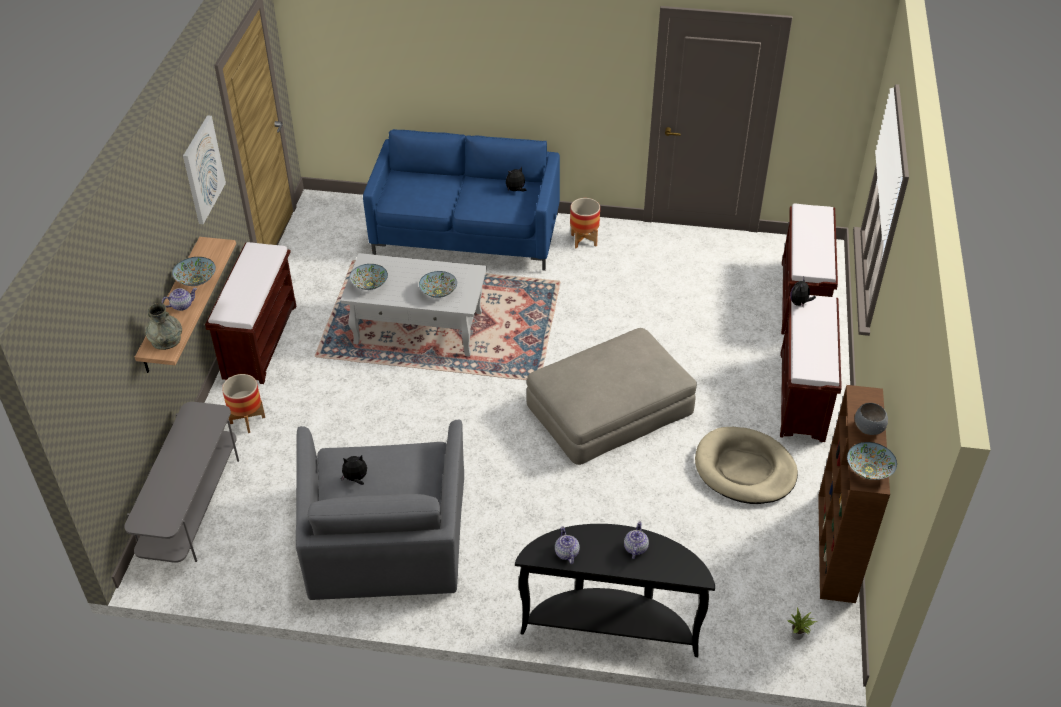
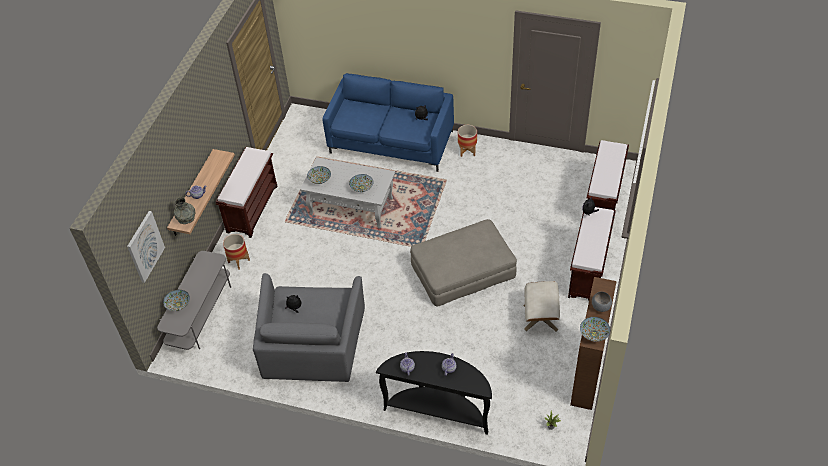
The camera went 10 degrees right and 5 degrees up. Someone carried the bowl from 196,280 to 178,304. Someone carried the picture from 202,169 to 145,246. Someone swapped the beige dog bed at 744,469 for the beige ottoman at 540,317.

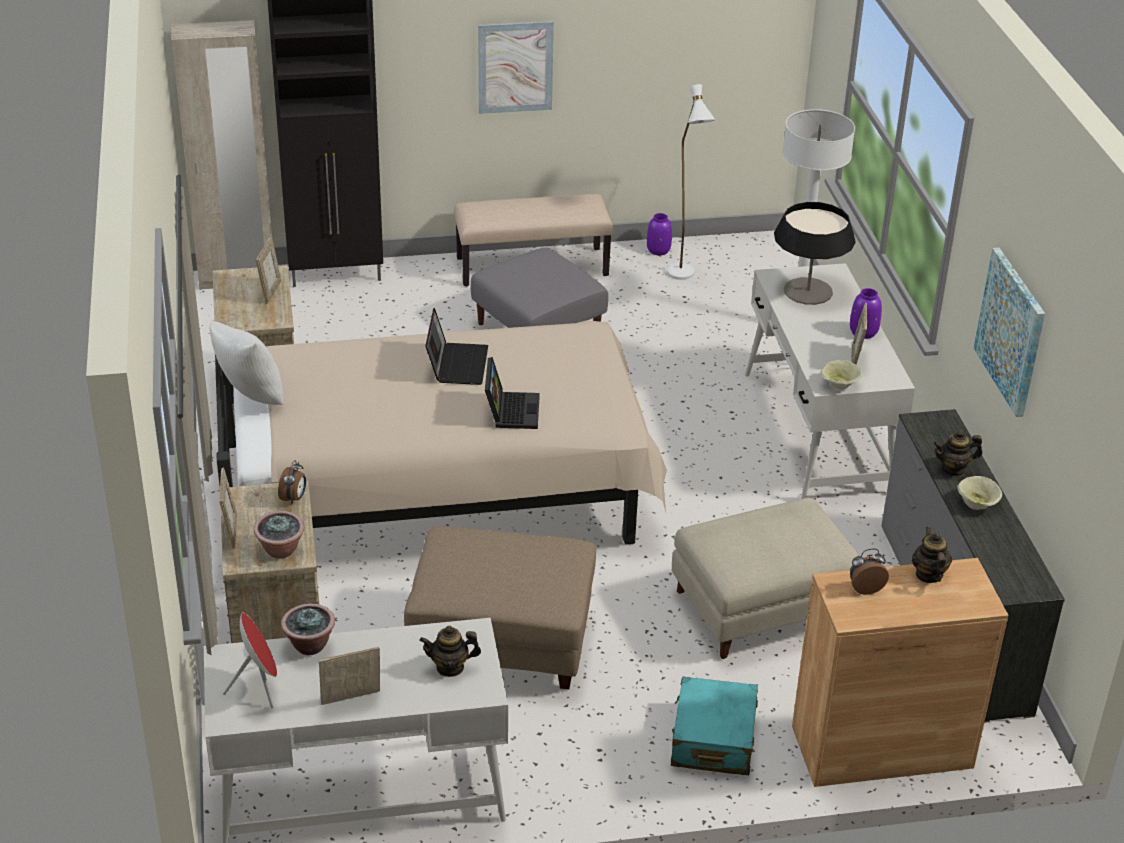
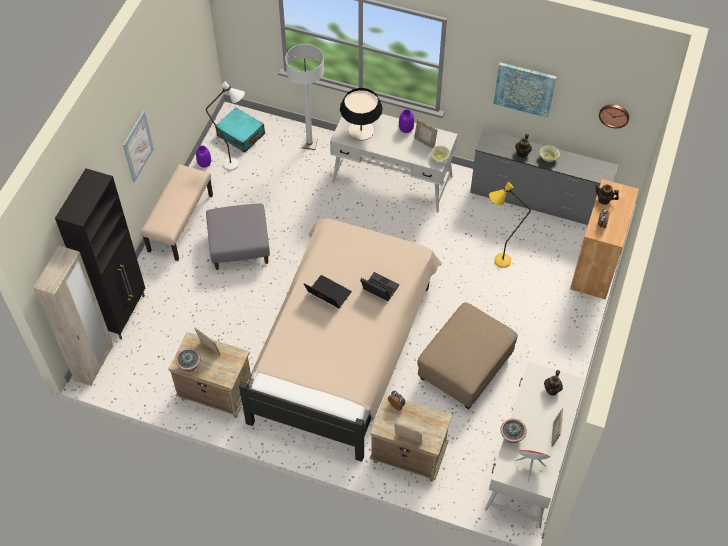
The camera went 60 degrees left and 20 degrees up. Someone took away the white pillow at 249,398. Someone put up the wall clock at 614,115. Someone carried the potted plant from 281,550 to 189,366. Someone carried the turquoise suitcase from 713,739 to 241,135. Someone swapped the beige ottoman at 761,609 for the yellow floor lamp at 496,263.

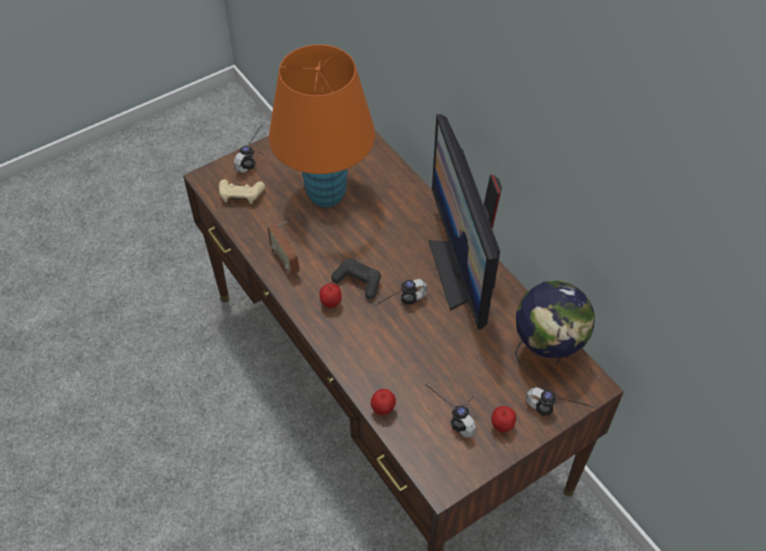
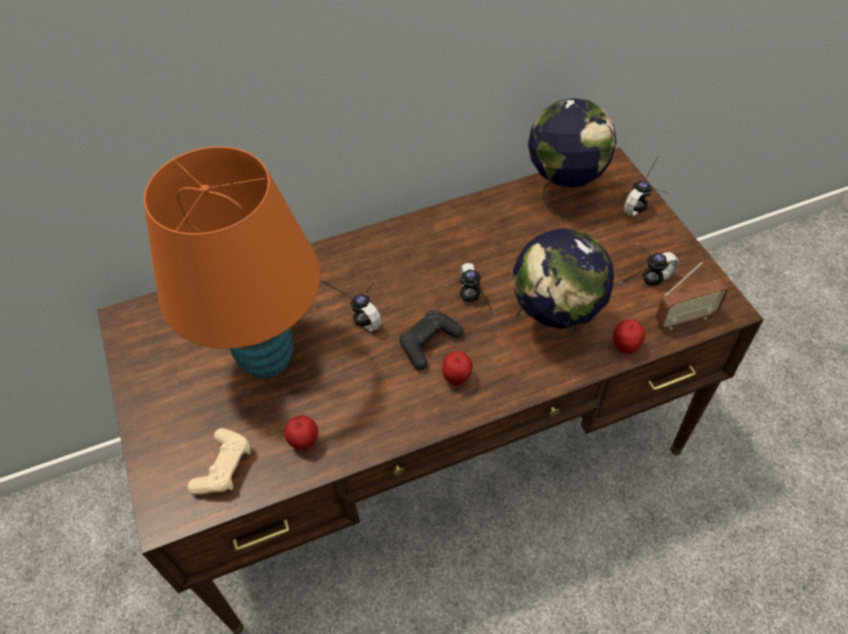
The camera went 75 degrees left and 0 degrees up. Someone took away the monitor at 460,271. Someone put down the globe at 555,324. Someone carried the headphones from 258,162 to 360,309. Someone carried the radio from 285,260 to 684,318. Someone carried the apple from 502,426 to 304,442.

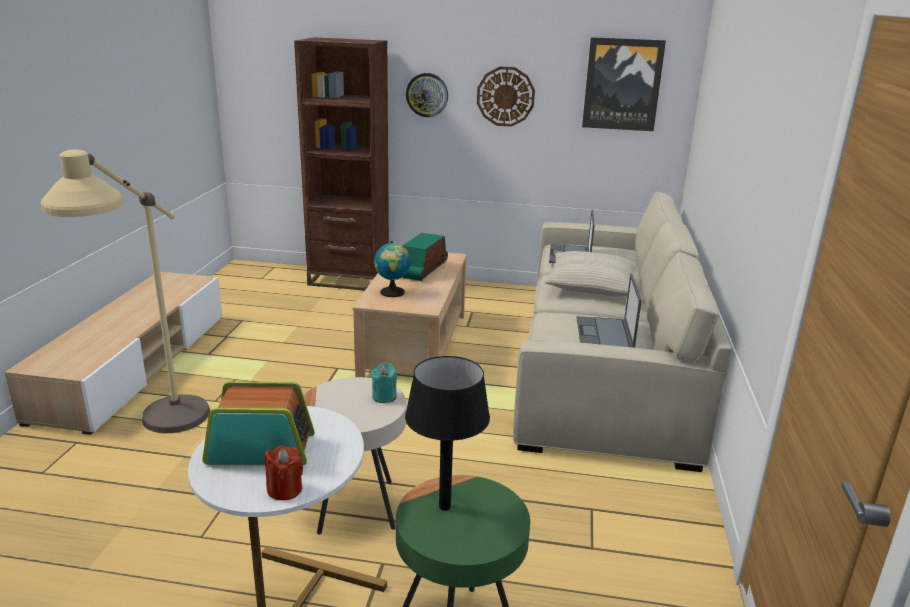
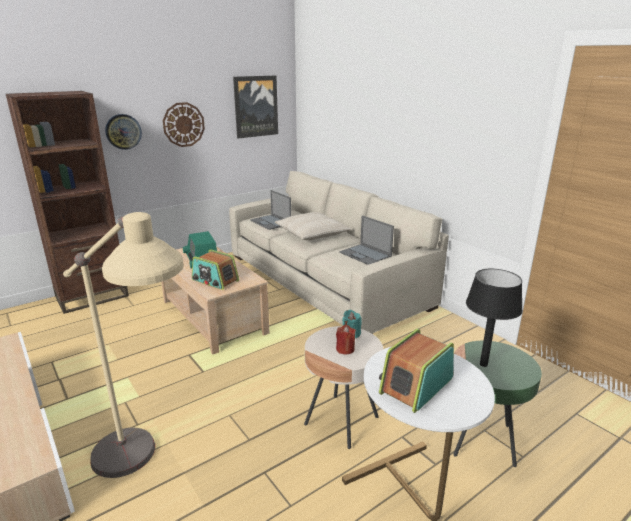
The camera went 45 degrees left and 0 degrees up. Someone carried the red candle from 284,489 to 345,349. Someone swapped the globe at 393,293 for the radio at 215,280.

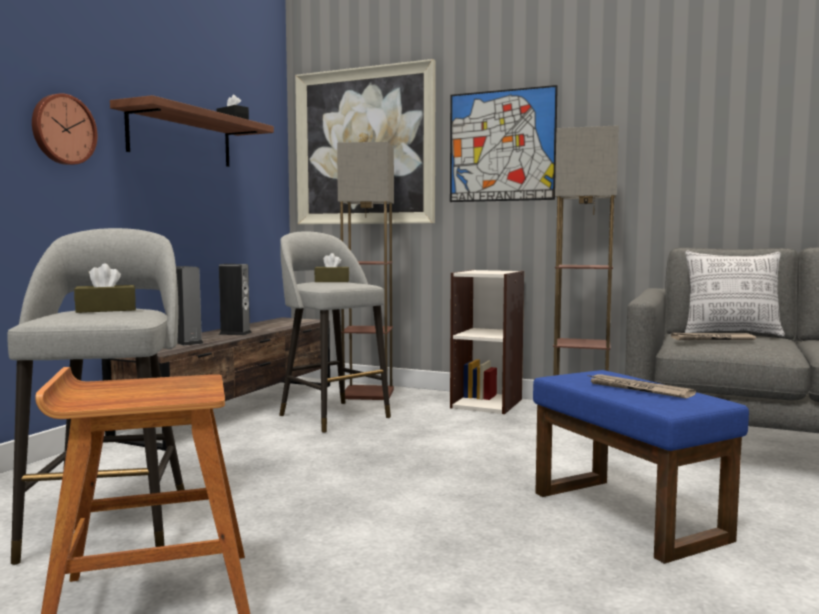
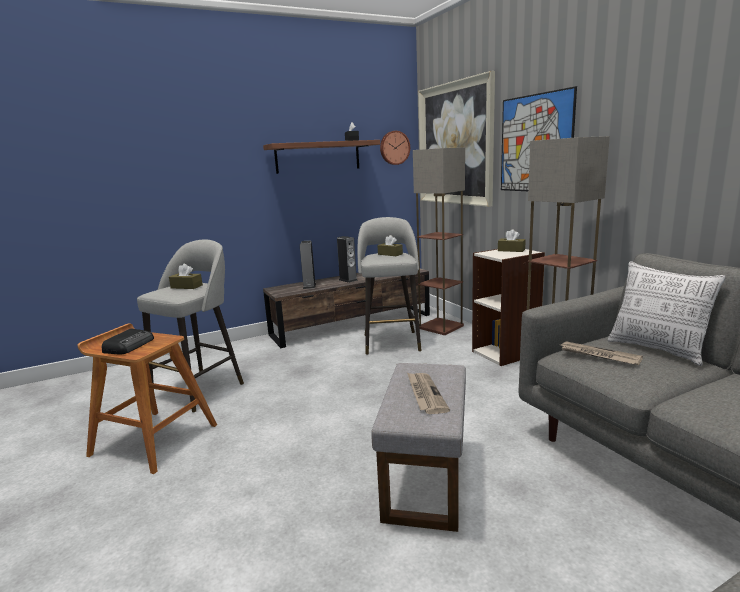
The camera went 40 degrees right and 10 degrees up. Someone put down the radio at 130,345. Someone put down the brown tissue box at 511,250. Someone carried the wall clock from 62,129 to 394,148. Someone repainted the blue ottoman at 630,516, which became the grey ottoman at 427,480.

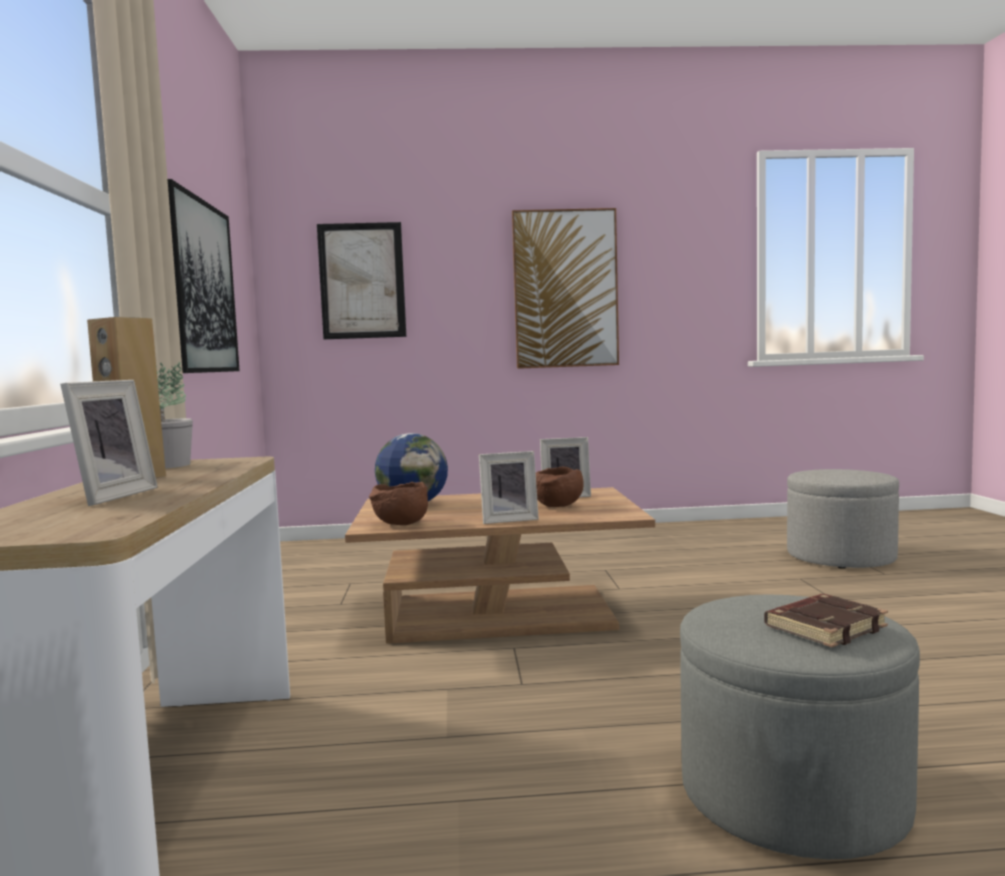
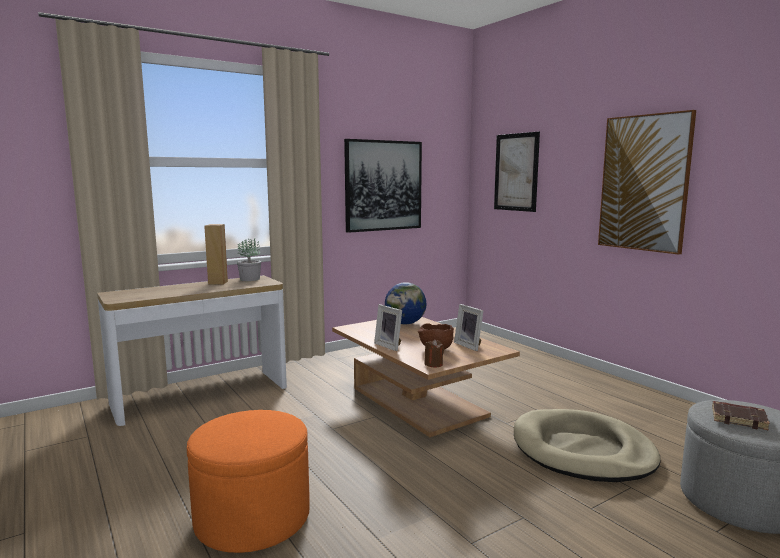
The camera went 60 degrees right and 5 degrees up. Someone took away the picture frame at 109,497. Someone took away the brown bowl at 400,524. Someone put down the brown candle at 433,364. Someone put down the beige dog bed at 582,451. Someone carried the brown book from 824,627 to 739,419. Someone repainted the grey ottoman at 792,796, which became the orange ottoman at 252,518.

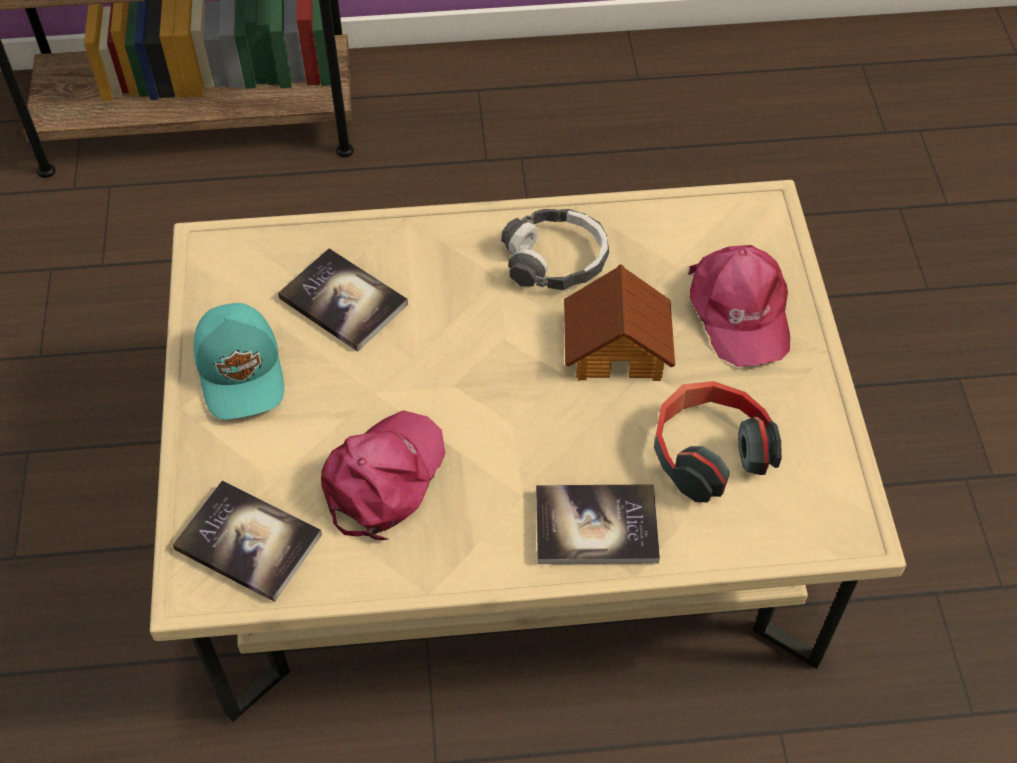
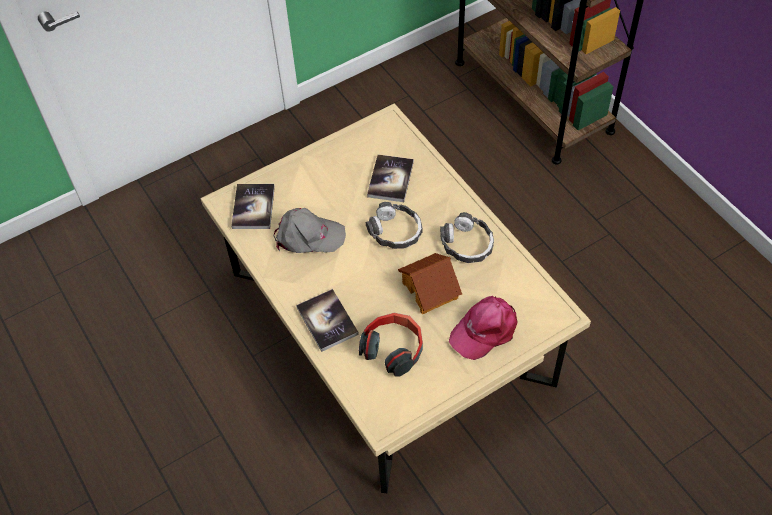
The camera went 65 degrees right and 0 degrees up. Someone took away the turquoise cap at 242,370. Someone put down the headphones at 395,231. Someone repainted the pink cap at 383,478, which became the grey cap at 308,236.

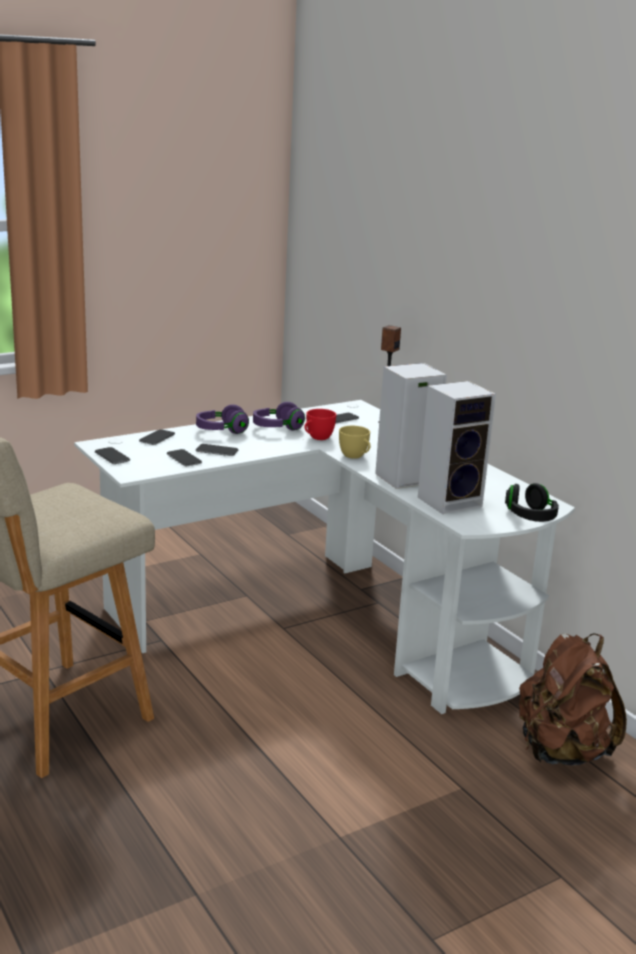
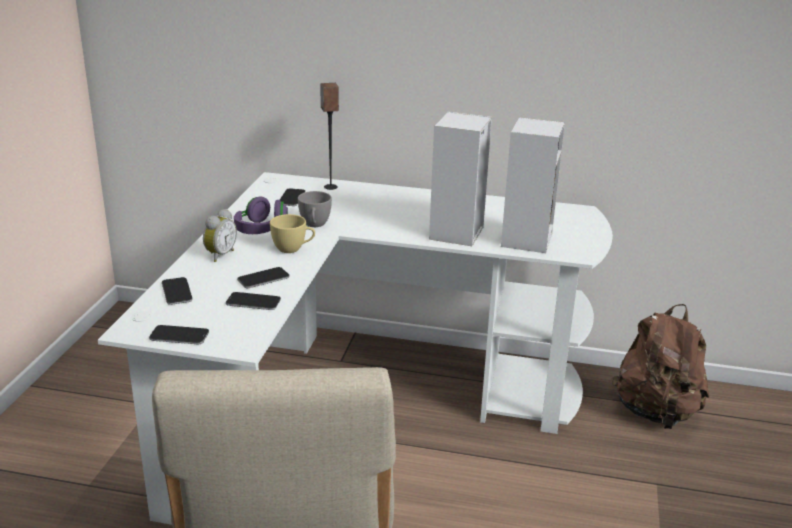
The camera went 45 degrees left and 5 degrees up. Someone took away the black headphones at 530,516. Someone carried the yellow cup from 355,456 to 293,249. Someone swapped the purple headphones at 221,431 for the alarm clock at 219,255. Someone repainted the red cup at 317,438, which became the grey cup at 314,225.

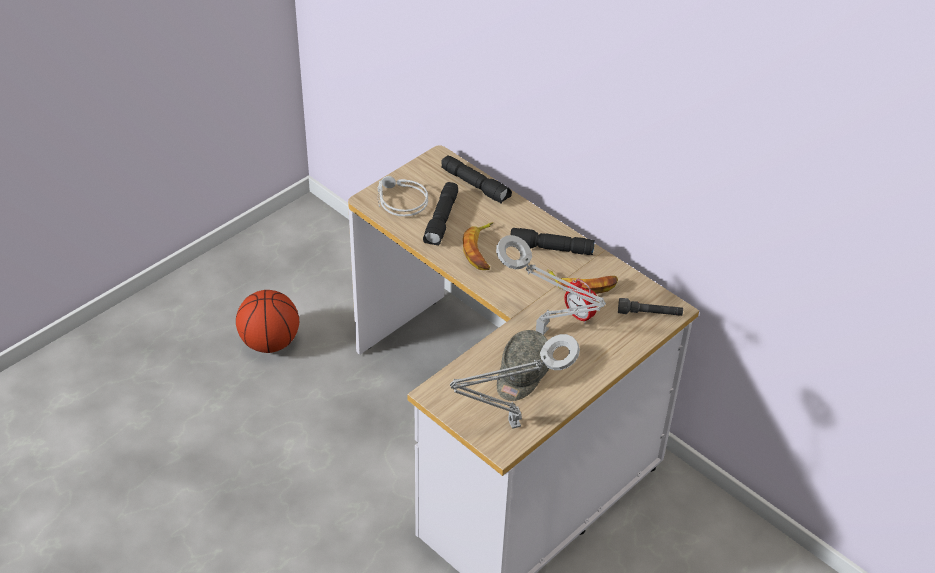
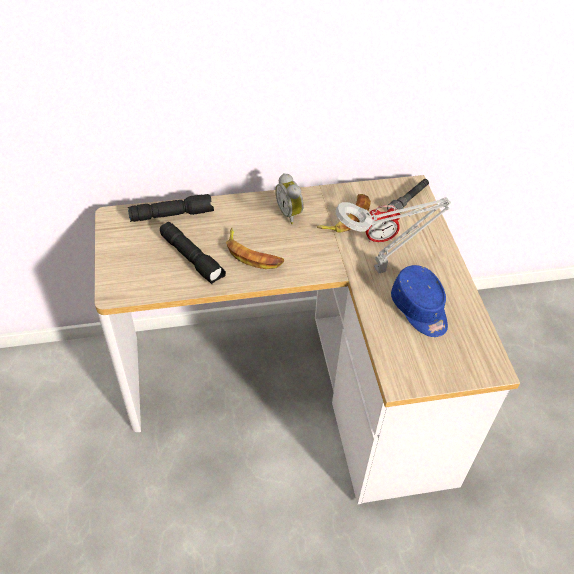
The camera went 55 degrees left and 5 degrees up. Someone took away the basketball at 269,343. Someone took away the grey headphones at 399,201. Someone took away the grey table lamp at 510,425. Someone swapped the black flashlight at 550,249 for the alarm clock at 290,213. Someone repainted the grey cap at 521,375, which became the blue cap at 420,310.

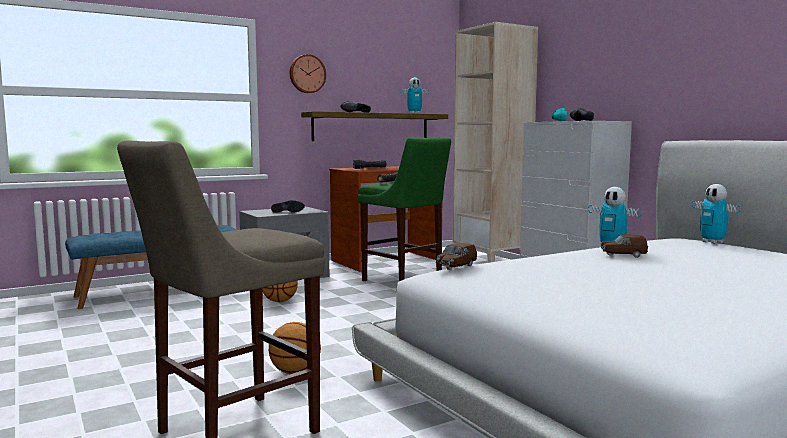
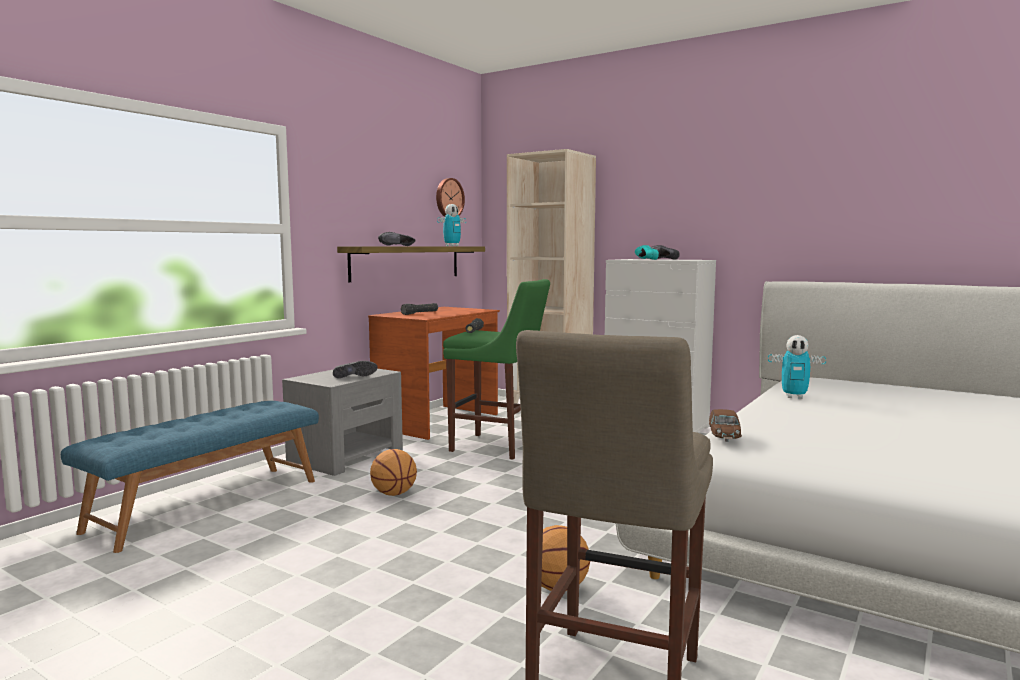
The camera went 25 degrees left and 0 degrees up. Someone took away the brown toy car at 623,255. Someone took away the toy robot at 712,242. Someone carried the wall clock from 307,74 to 448,198.

